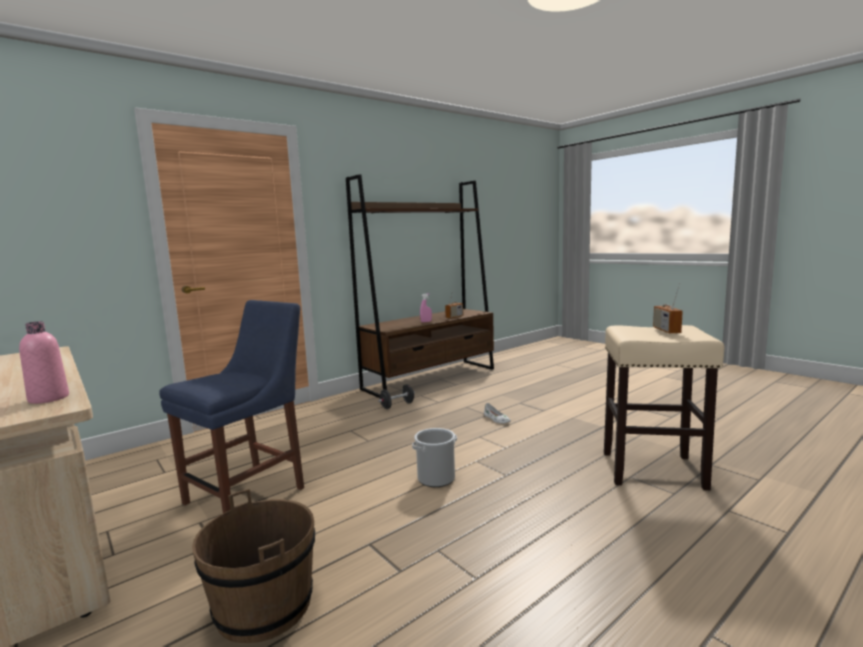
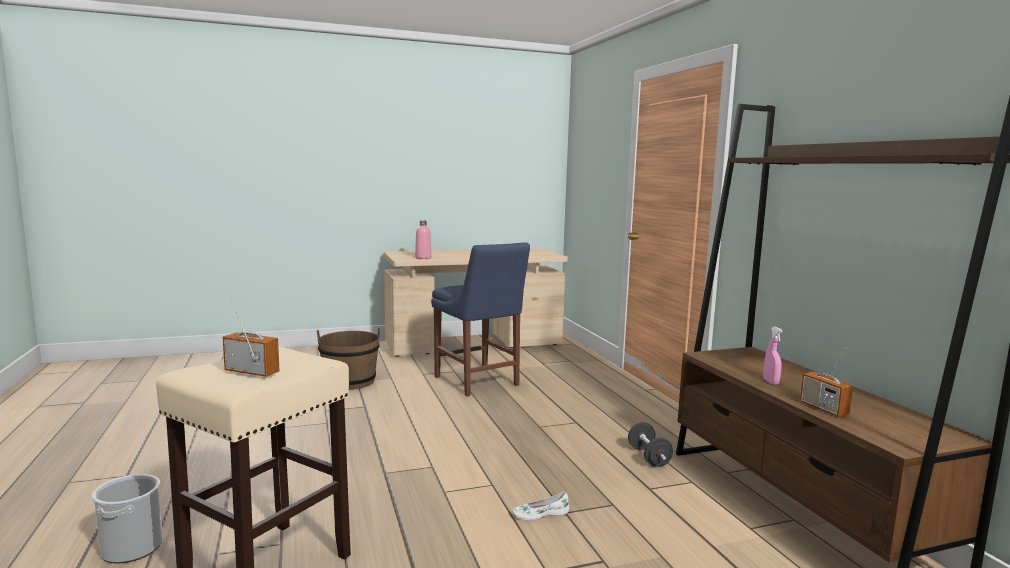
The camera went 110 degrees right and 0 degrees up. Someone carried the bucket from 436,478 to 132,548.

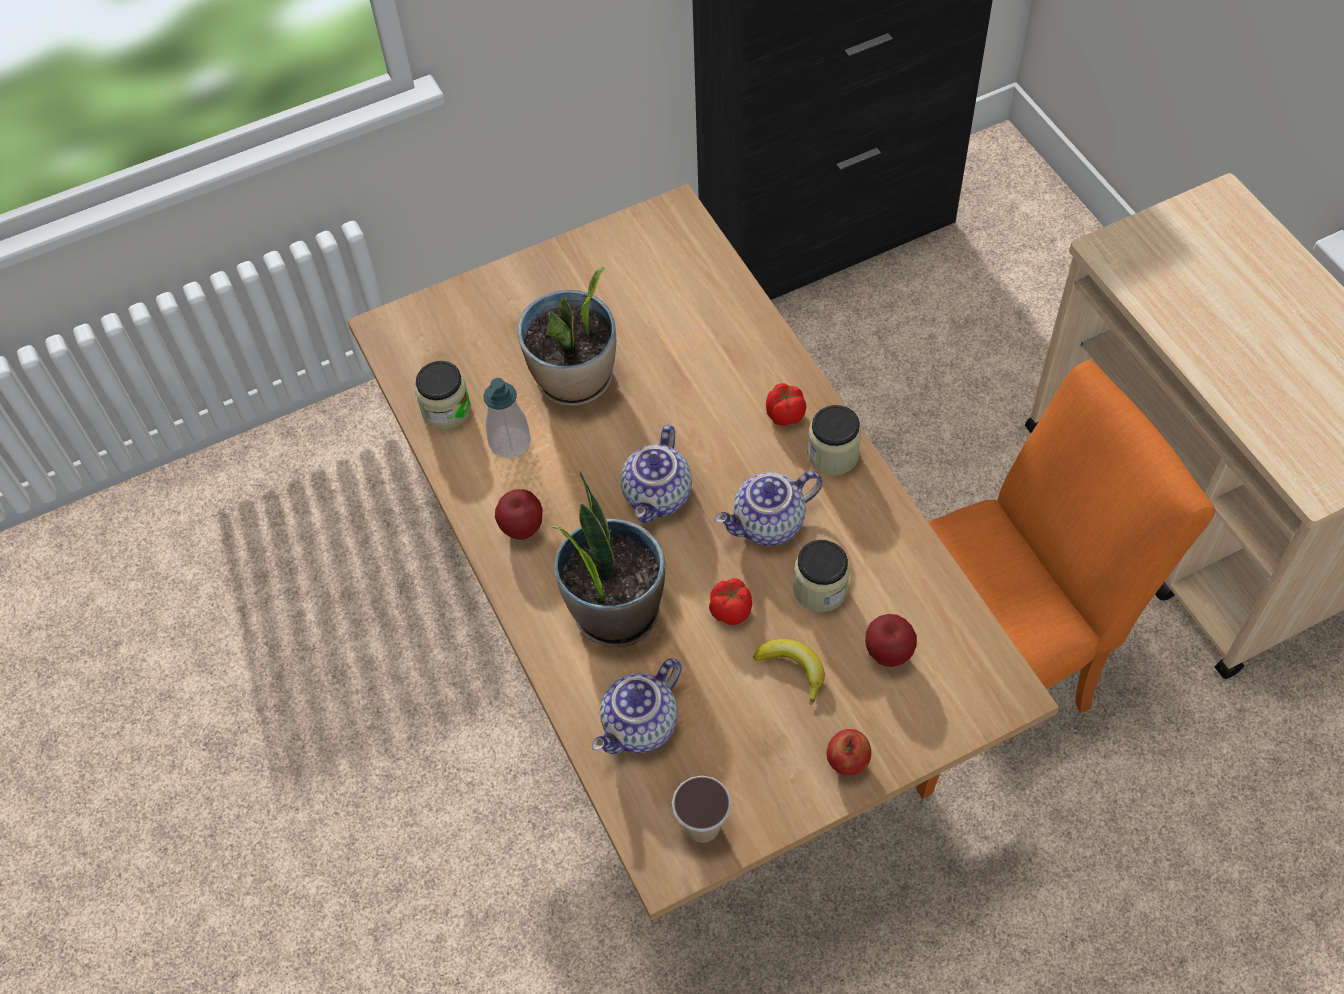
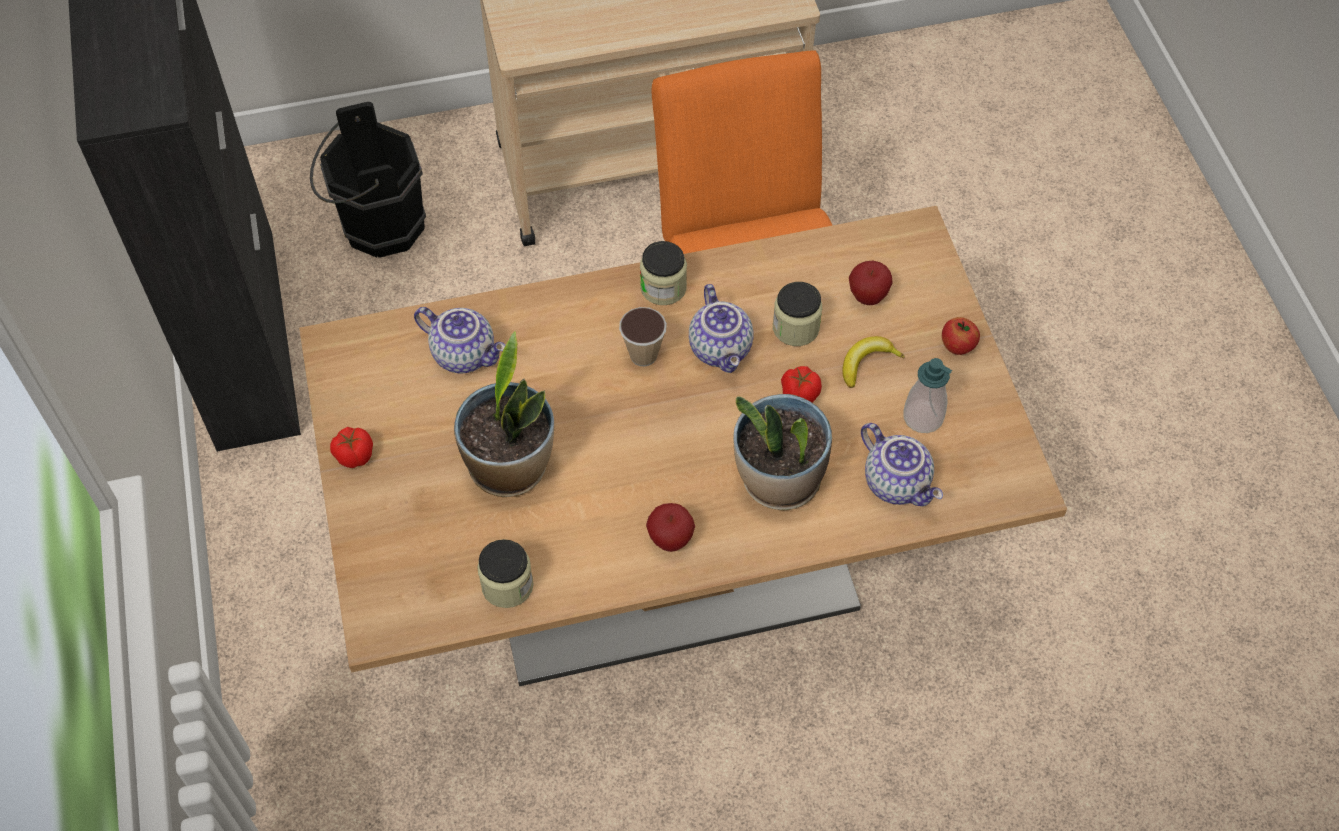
The camera went 80 degrees left and 0 degrees up. Someone put down the black bucket at 377,228. Someone carried the soap dispenser from 510,442 to 923,417. Someone carried the teapot from 659,497 to 465,354. Someone carried the cup from 702,826 to 643,355. Someone carried the tomato from 785,413 to 354,455.

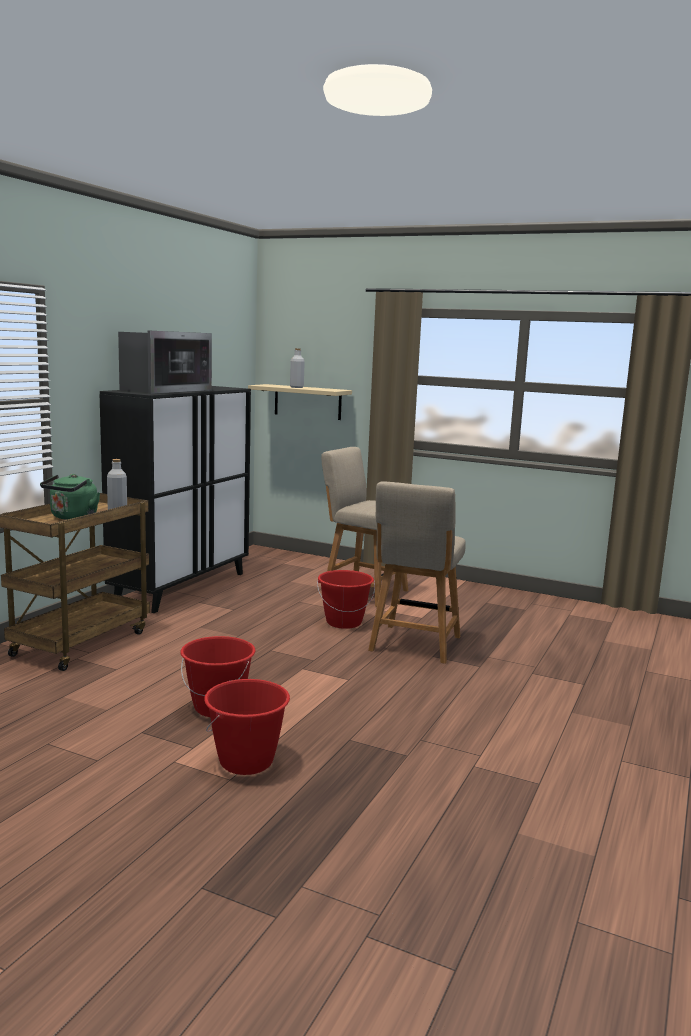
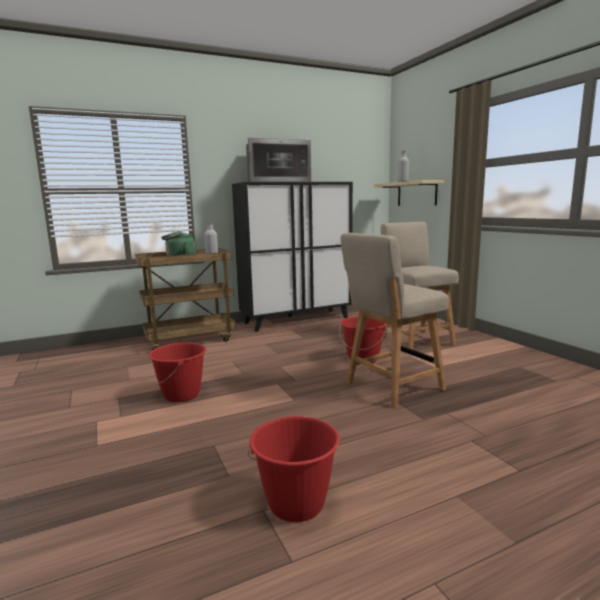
The camera went 40 degrees right and 0 degrees up. Someone carried the red bucket from 246,761 to 296,504.

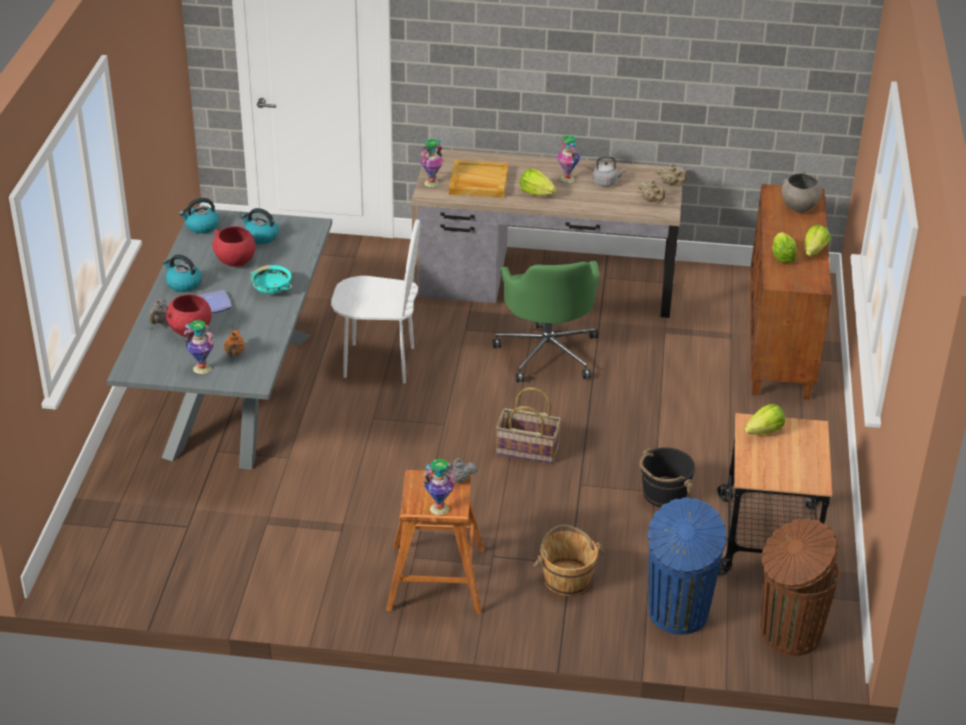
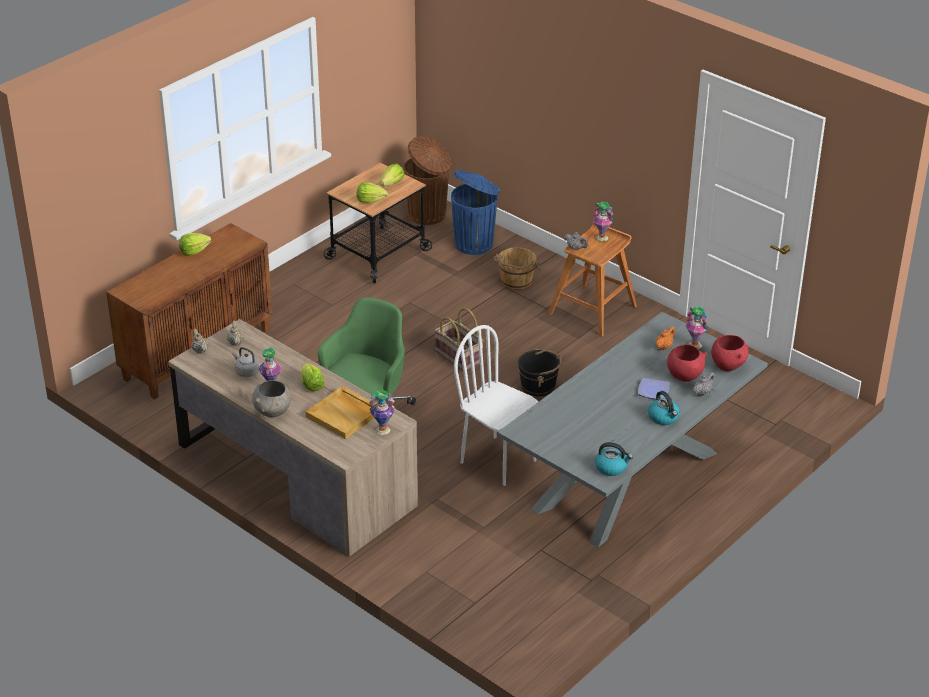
The camera went 145 degrees left and 0 degrees up. Someone took away the kettle at 261,237. Someone took away the turquoise bowl at 271,289. Someone carried the red bowl from 235,261 to 728,365. Someone carried the black bucket from 663,494 to 539,386. Someone carried the lettuce from 782,257 to 392,183. Someone carried the grey bowl from 799,207 to 273,412.

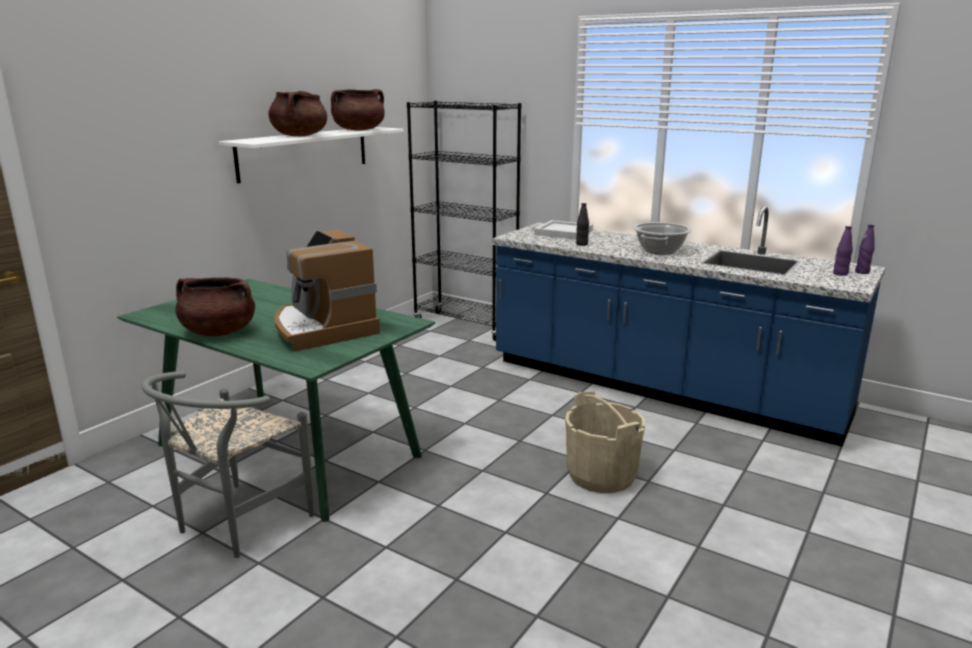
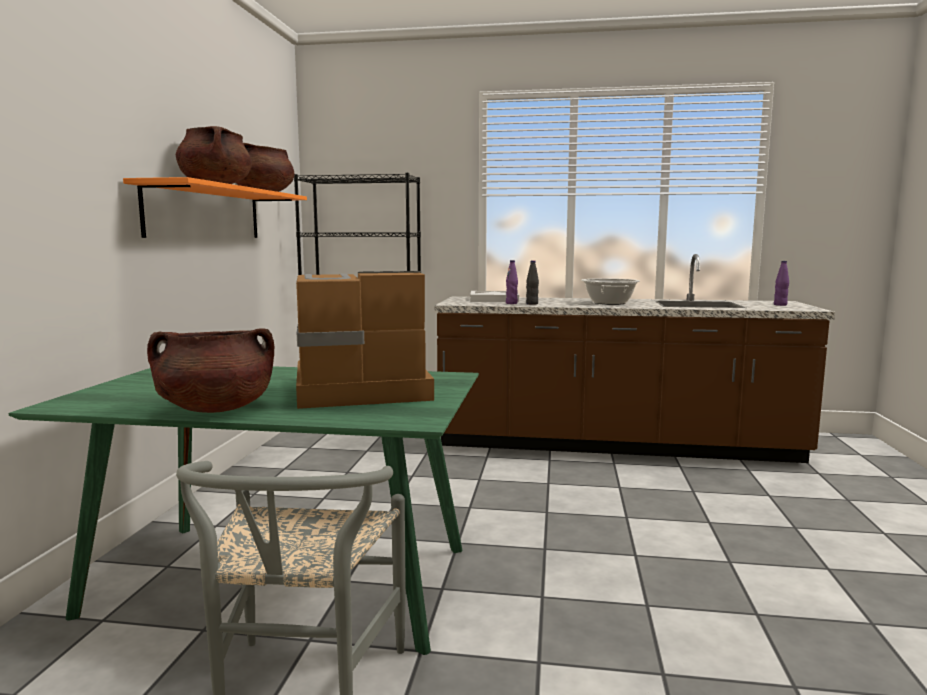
The camera went 25 degrees left and 10 degrees down. Someone took away the beige bucket at 601,475. Someone carried the purple bottle from 862,272 to 511,303. Someone repainted the white shelf at 304,153, which became the orange shelf at 206,213. Someone repainted the blue counter at 661,389, which became the brown counter at 615,445. Someone rotated the coffee machine at 322,328 by 135 degrees clockwise.

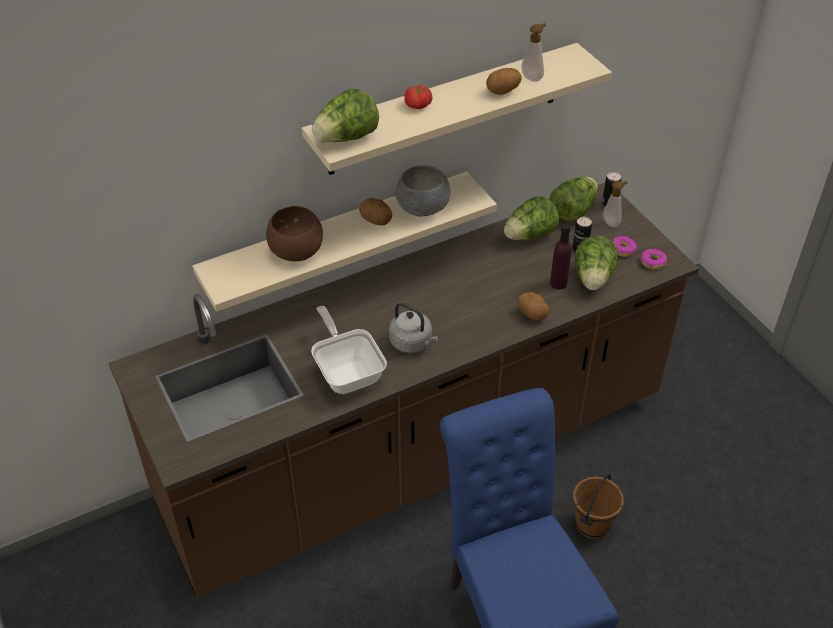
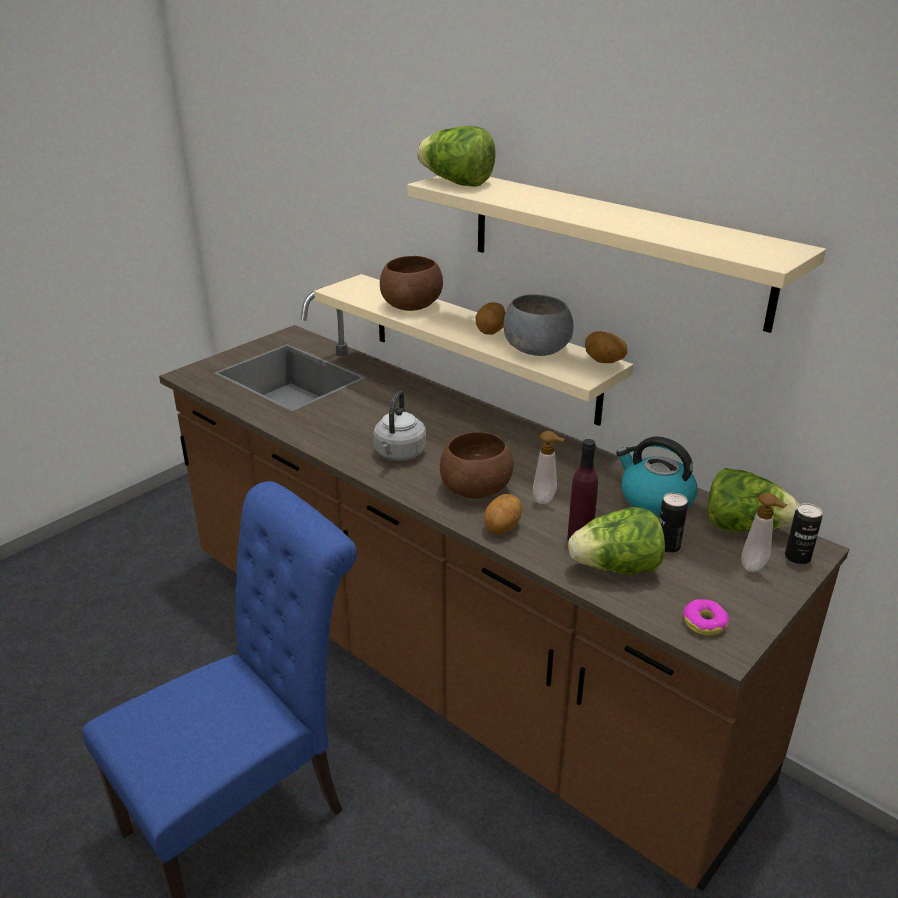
The camera went 70 degrees right and 15 degrees down. Someone took away the frying pan at 347,372. Someone took away the tomato at 418,105. Someone took away the brown bucket at 591,525. Someone took away the donut at 623,250. Someone put down the brown bowl at 474,489. Someone carried the potato from 503,92 to 603,362. Someone carried the soap dispenser from 533,77 to 546,499. Someone swapped the lettuce at 530,235 for the kettle at 654,500.

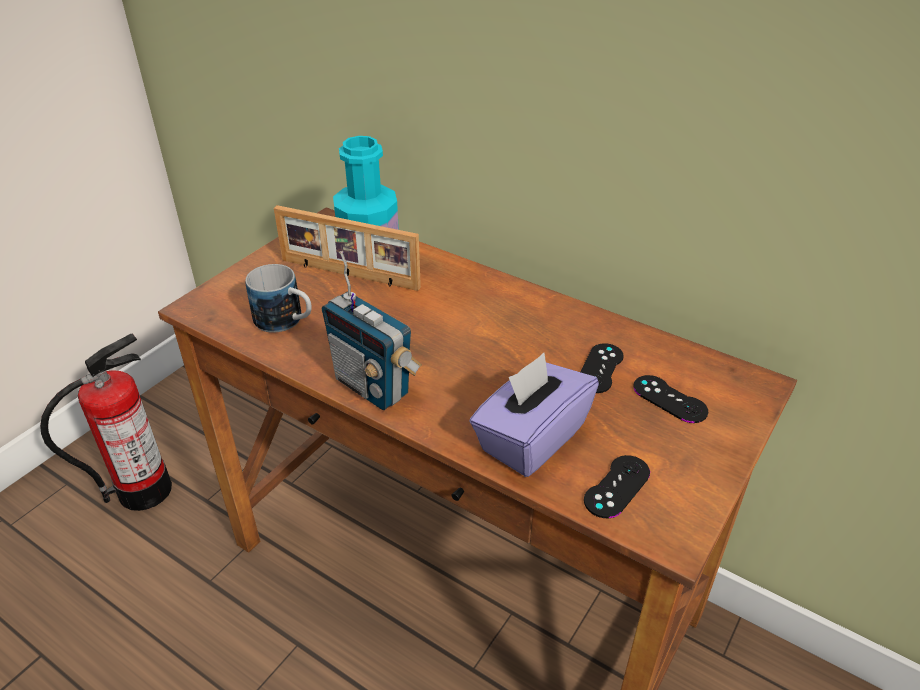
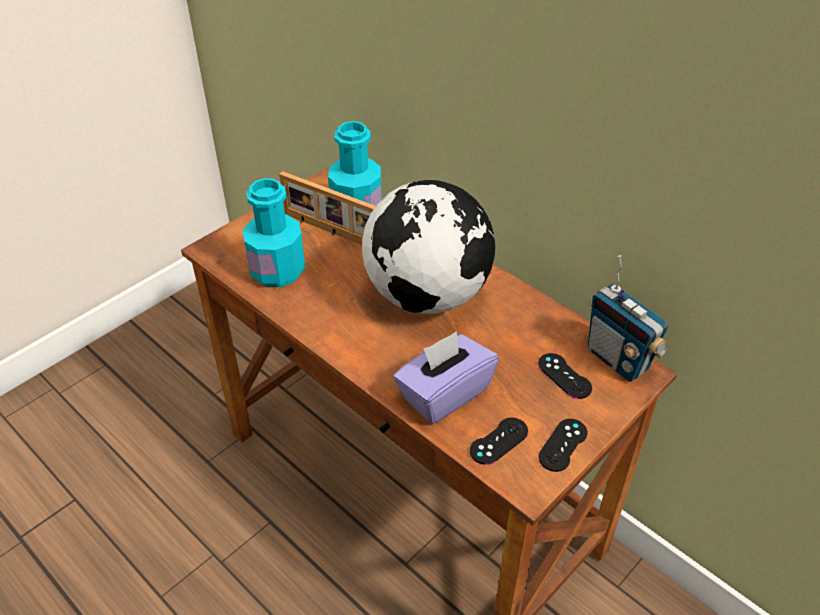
The camera went 10 degrees right and 5 degrees up. Someone took away the fire extinguisher at 144,490. Someone put down the globe at 428,296. Someone carried the radio from 373,387 to 618,359. Someone carried the black game controller from 600,368 to 563,445. Someone swapped the mug at 286,322 for the turquoise bottle at 277,271.

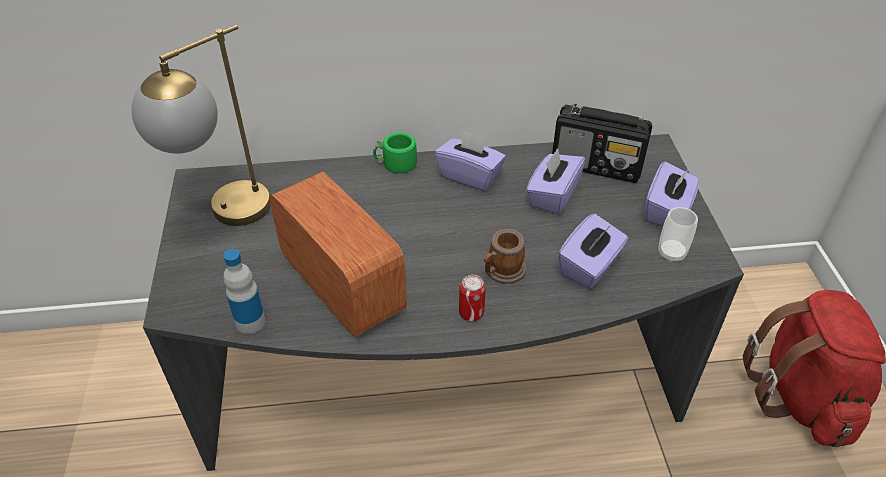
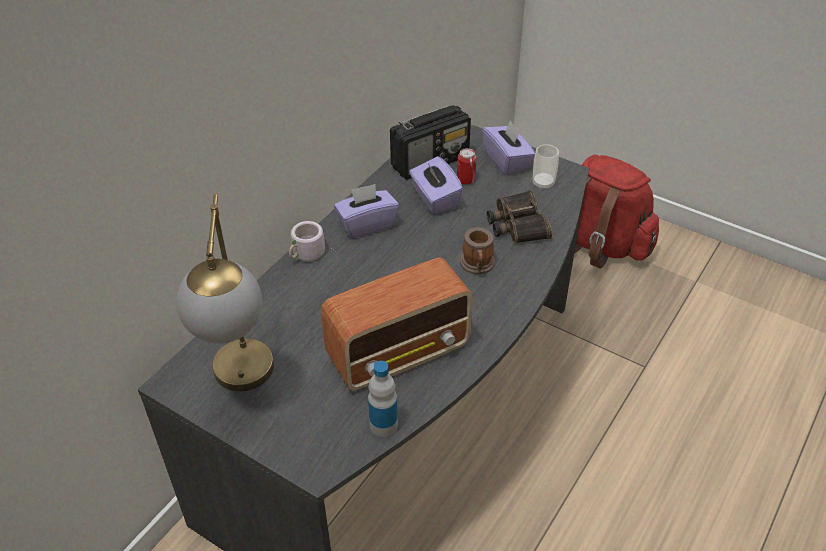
The camera went 50 degrees left and 0 degrees up. Someone carried the can from 471,313 to 465,180. Someone swapped the purple tissue box at 589,267 for the binoculars at 516,224. Someone repainted the green mug at 396,166, which became the grey mug at 307,255. Someone rotated the radio at 341,284 by 150 degrees clockwise.

